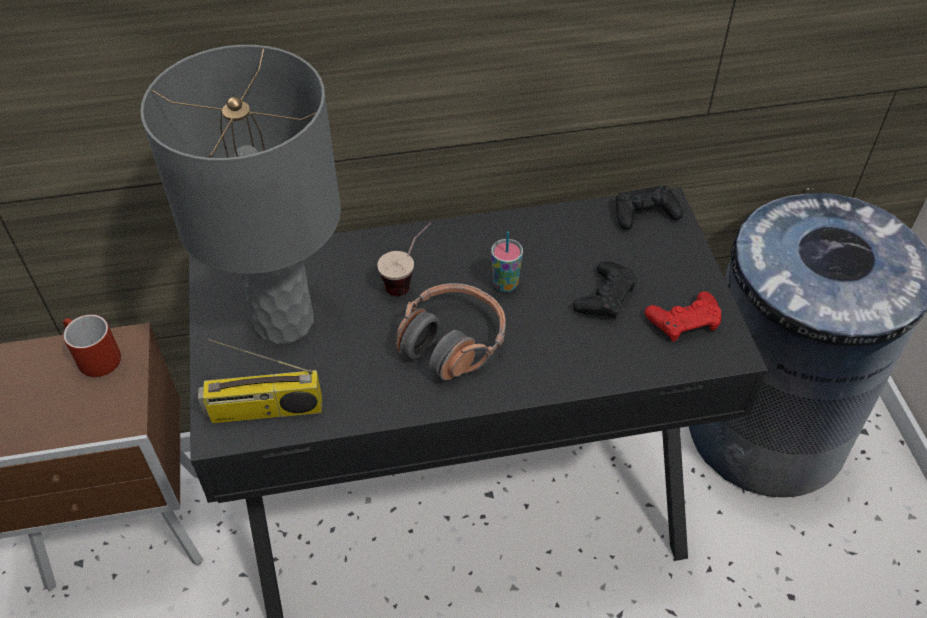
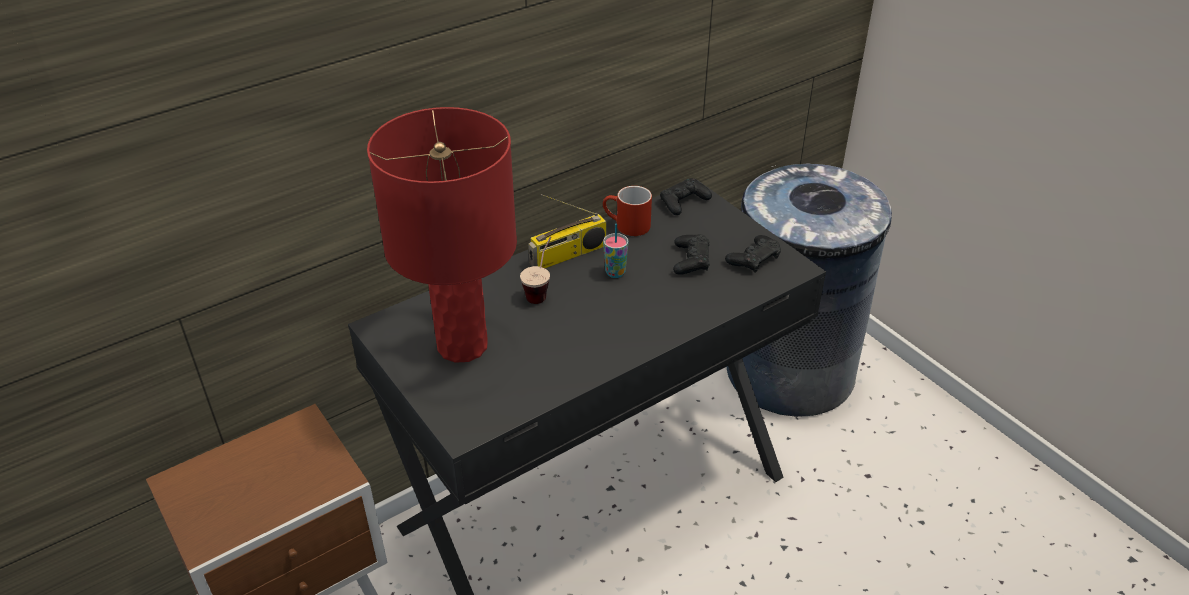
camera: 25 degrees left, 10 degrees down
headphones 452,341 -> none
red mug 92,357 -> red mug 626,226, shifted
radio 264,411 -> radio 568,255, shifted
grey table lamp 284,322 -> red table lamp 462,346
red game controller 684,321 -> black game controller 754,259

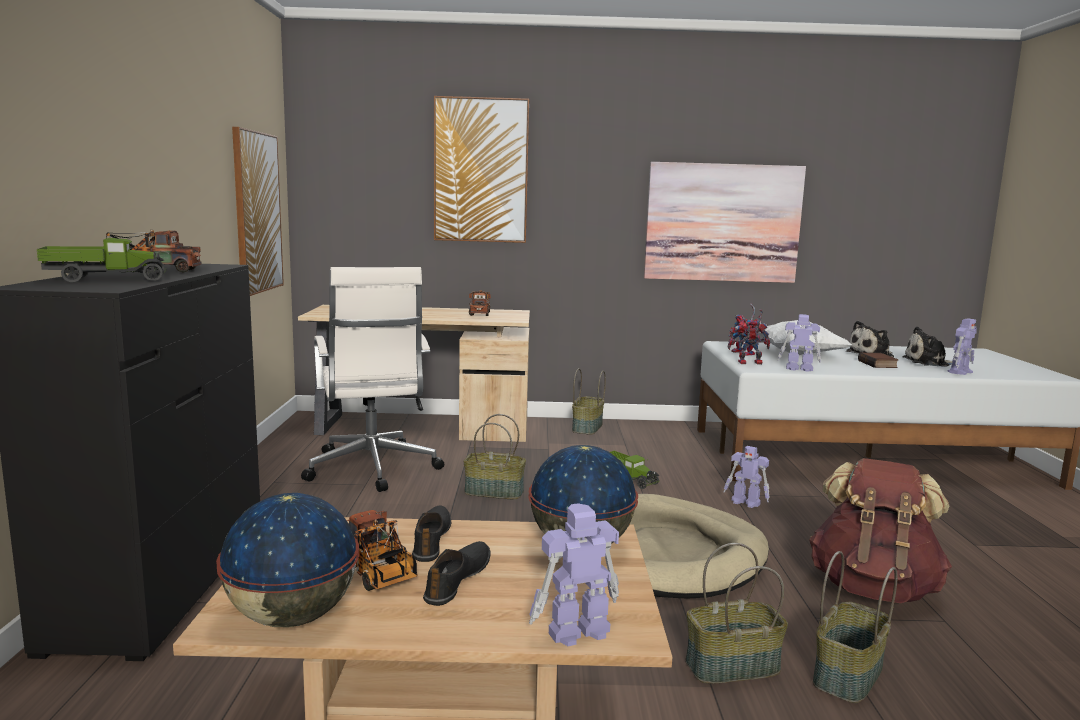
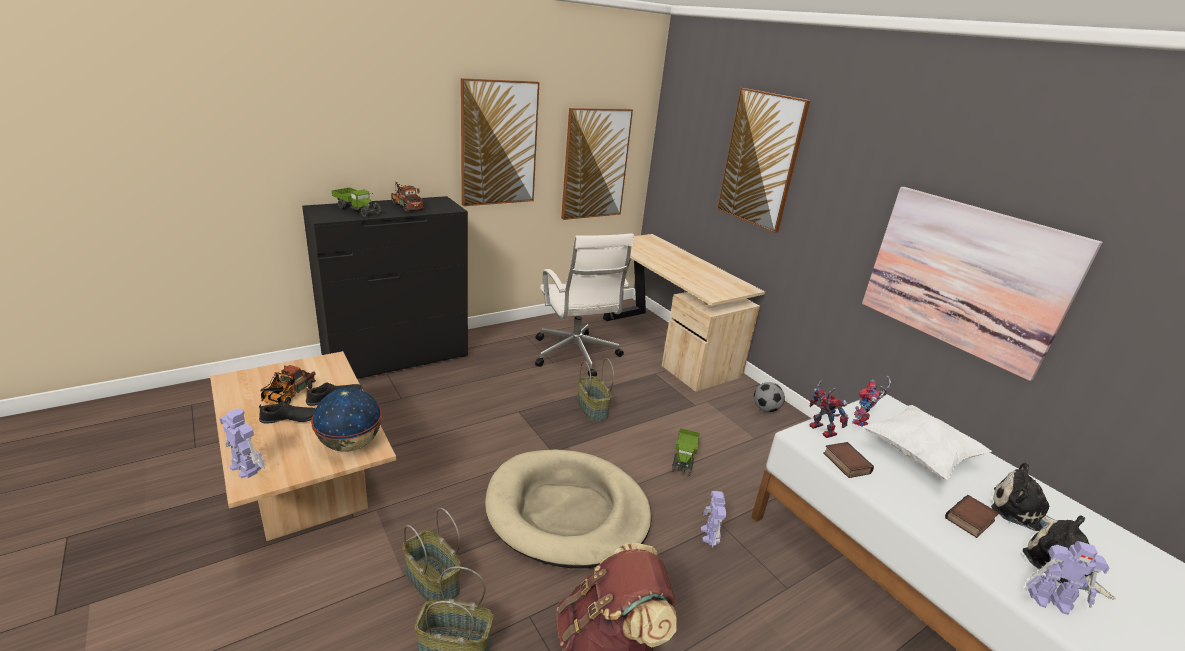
camera: 55 degrees right, 15 degrees up
globe 293,618 -> none
toy truck 480,313 -> none
none -> picture 498,143
basket 588,428 -> football 765,409
toy robot 798,369 -> book 845,463
white office chair 372,469 -> white office chair 576,355, 60 degrees counterclockwise

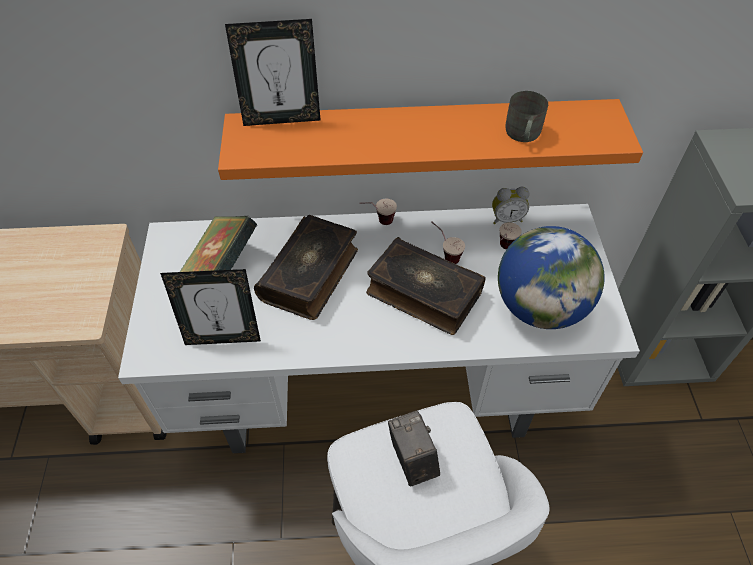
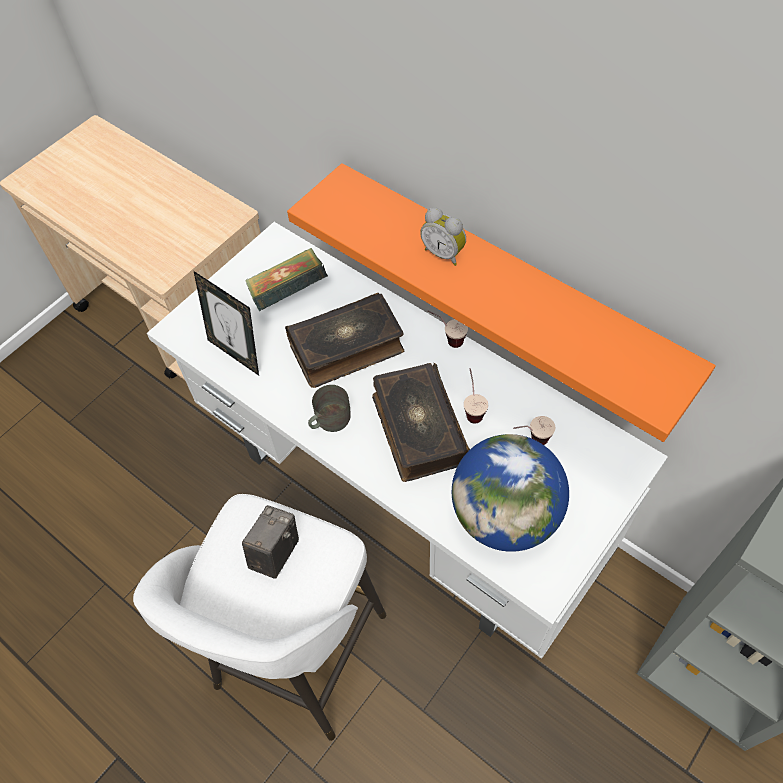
camera: 45 degrees right, 5 degrees up
picture frame 282,119 -> none
alarm clock 506,219 -> alarm clock 444,253, shifted
grey mug 522,134 -> grey mug 329,420, shifted

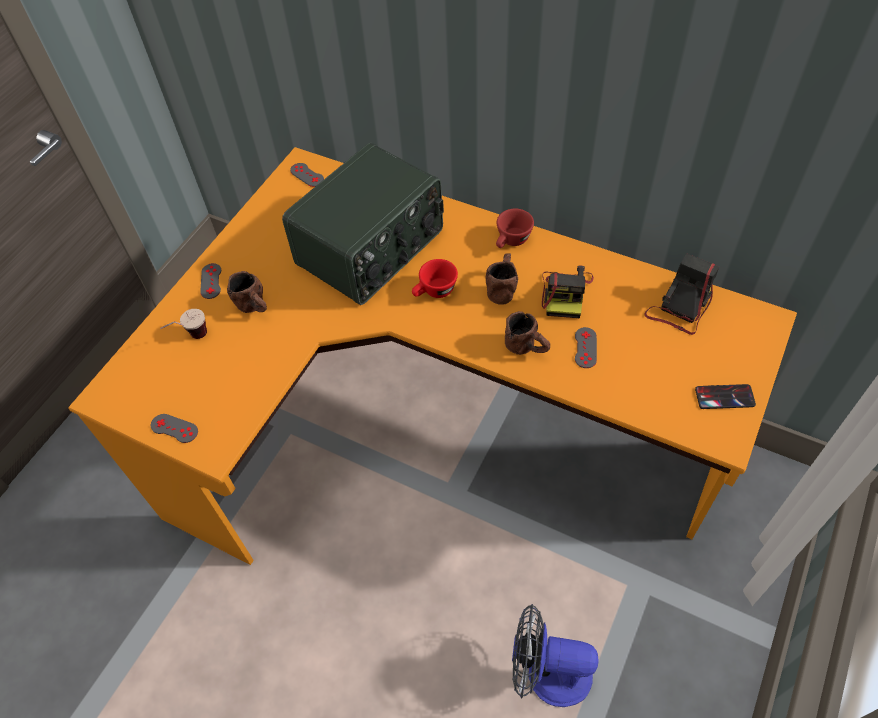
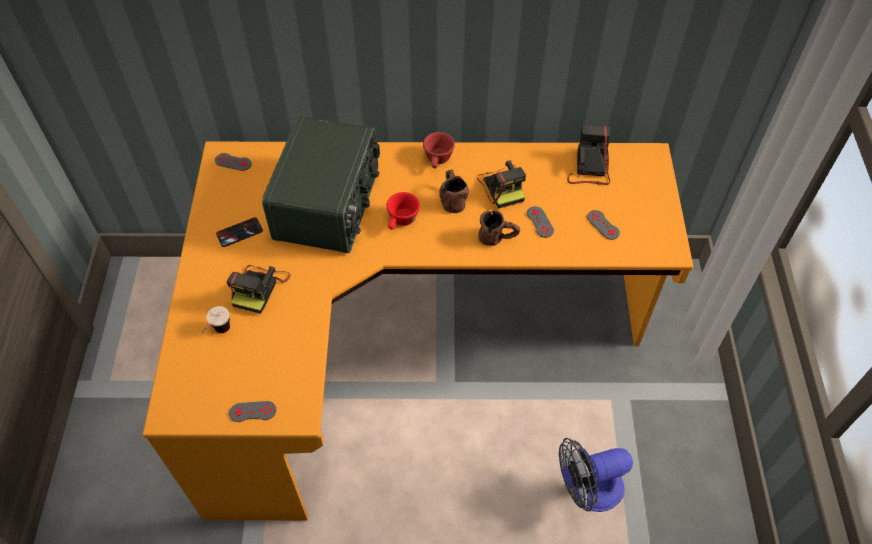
camera: 30 degrees left, 0 degrees up
grey game controller 211,281 -> grey game controller 603,225, shifted
phone 724,397 -> phone 239,232, shifted
brown mug 255,308 -> photo camera 259,288

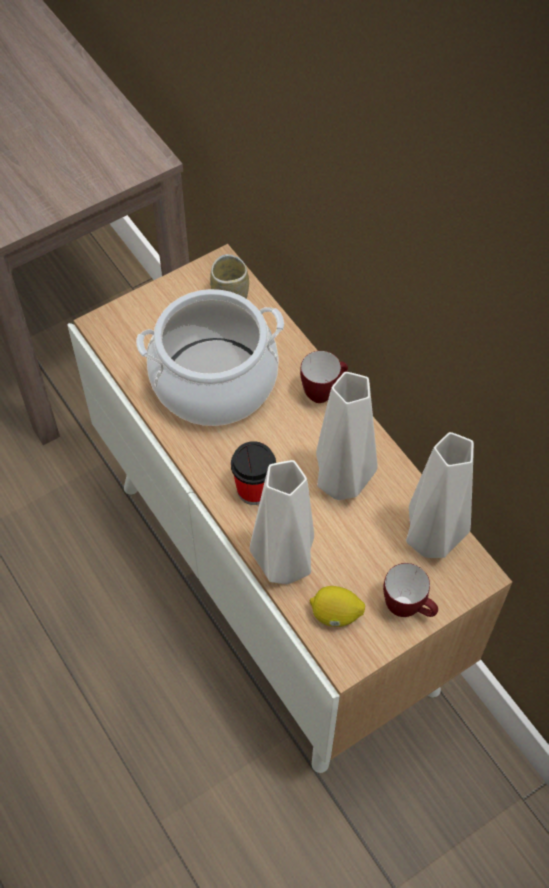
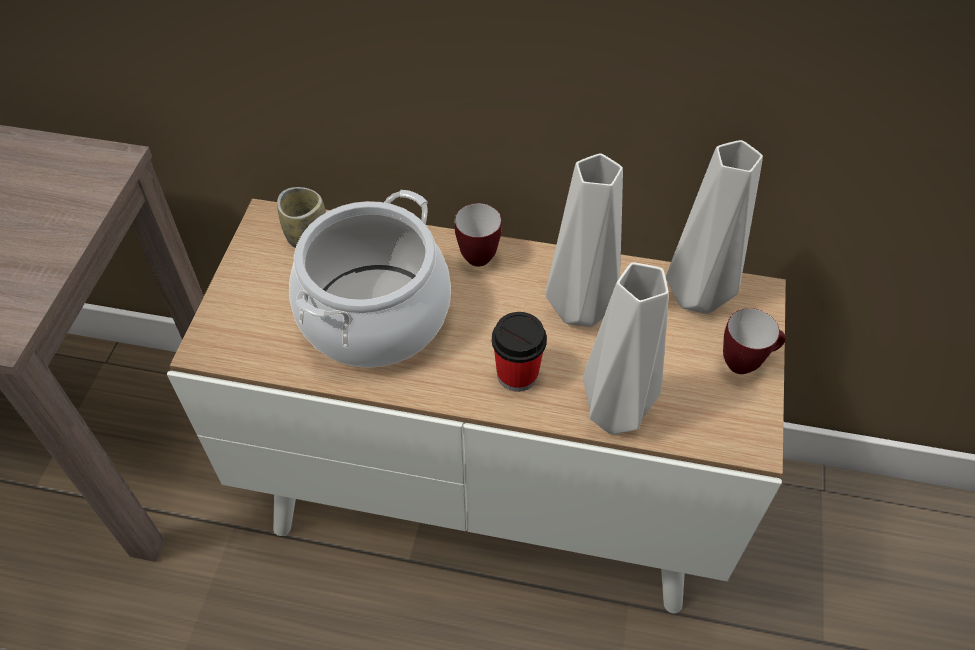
camera: 45 degrees left, 5 degrees down
lemon 335,615 -> none

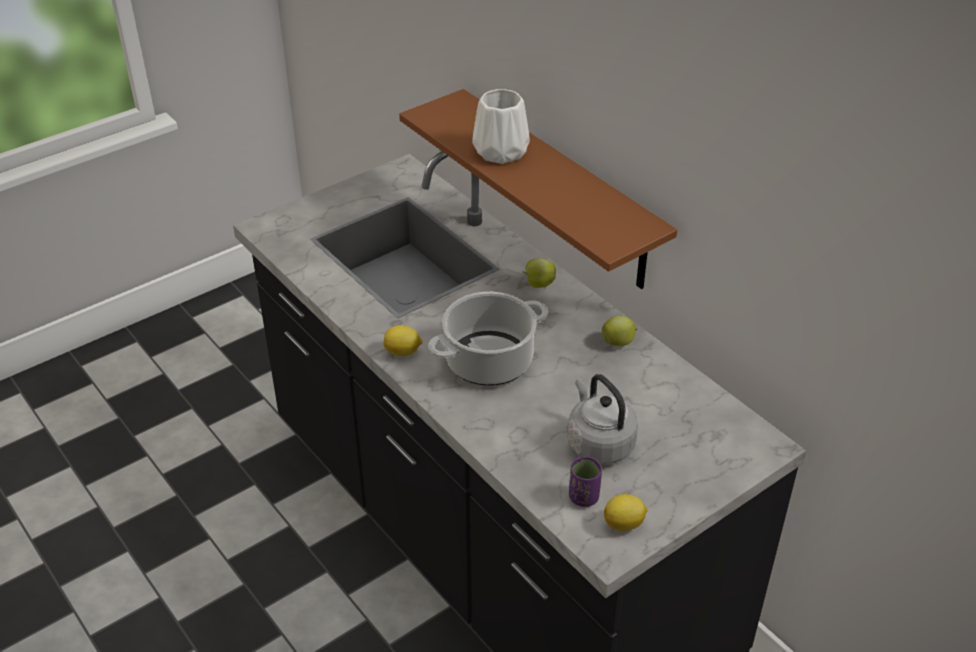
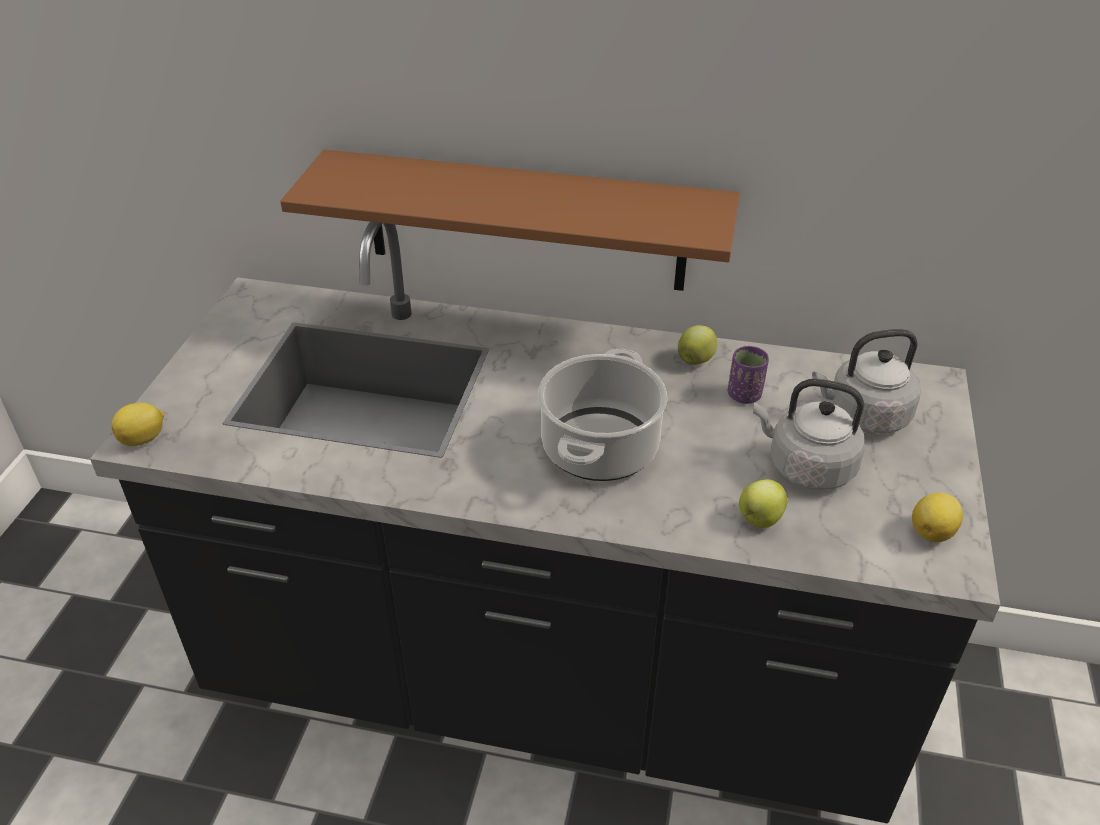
camera: 40 degrees left, 0 degrees up
white vase 502,152 -> none
none -> grey kettle 863,416
lemon 403,352 -> lemon 144,439, shifted
apple 538,284 -> apple 759,519, shifted
purple cup 583,497 -> purple cup 744,395, shifted

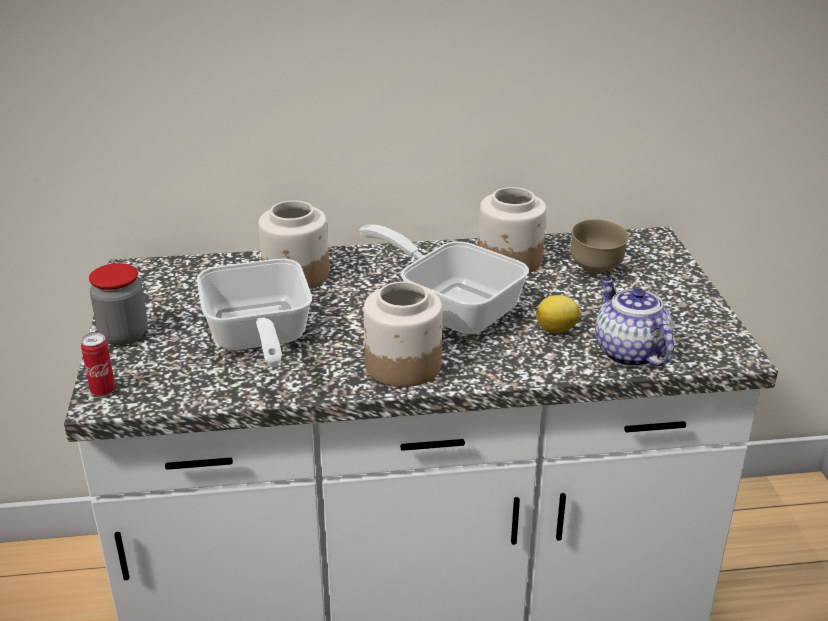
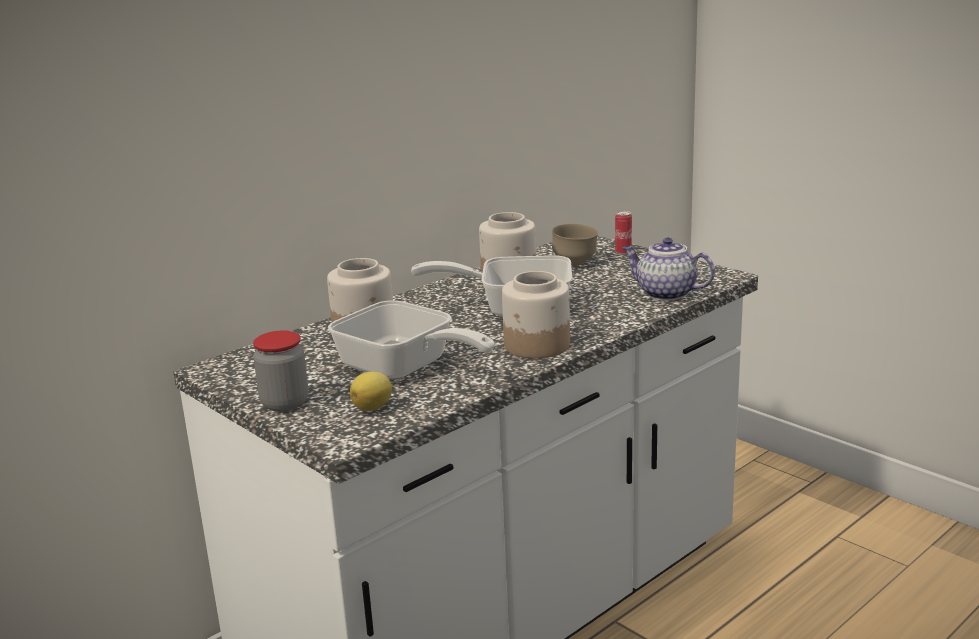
camera: 35 degrees left, 10 degrees down
can 103,391 -> can 623,253, shifted
lemon 557,330 -> lemon 373,408, shifted

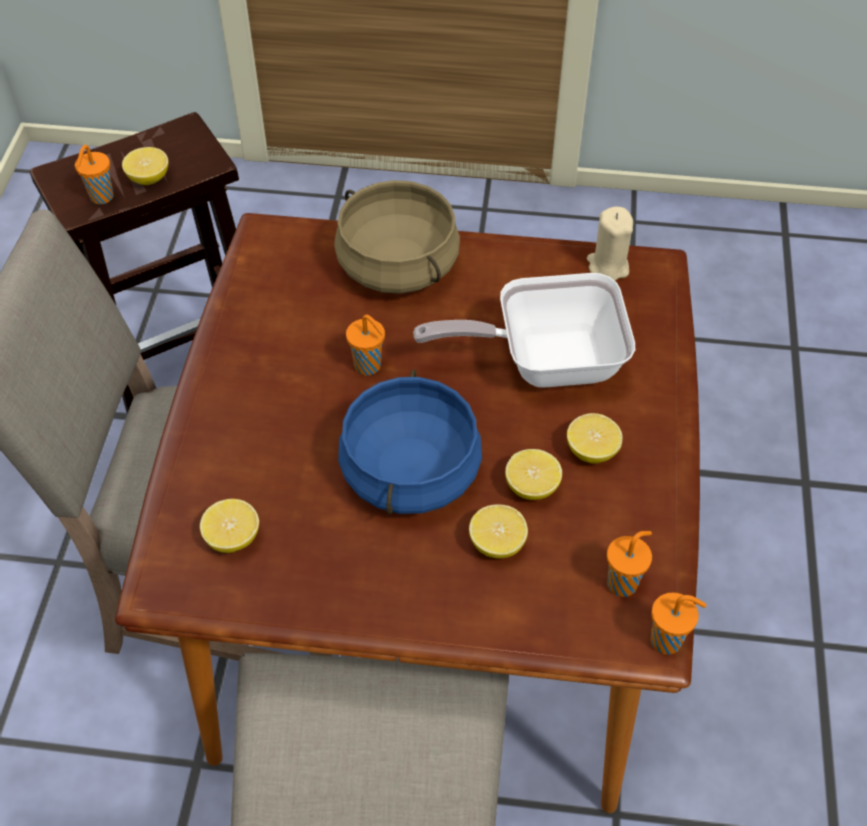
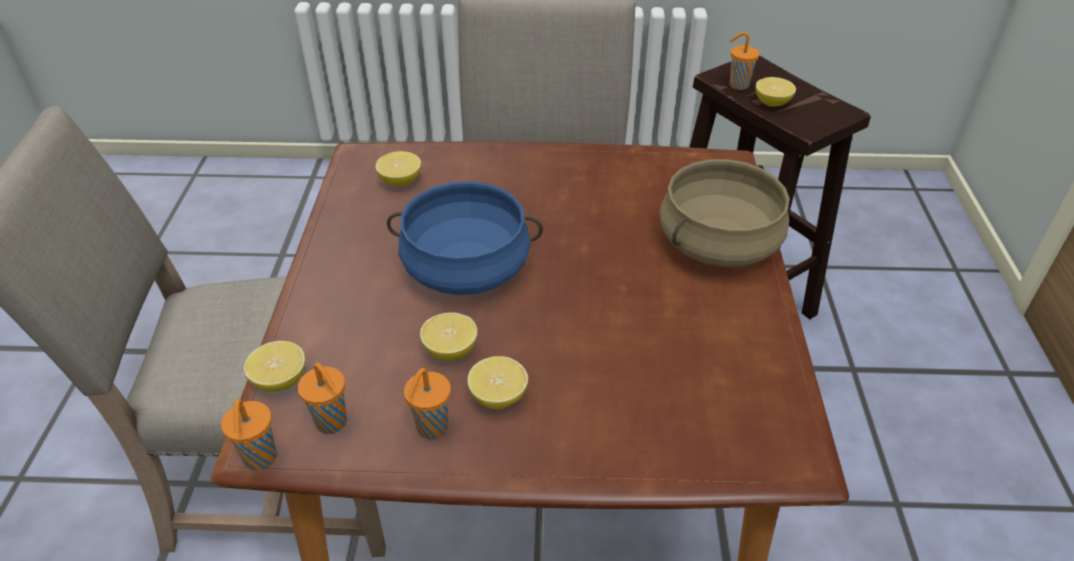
camera: 85 degrees right, 10 degrees down
frying pan 544,361 -> none
beige candle 607,266 -> none
orange cup 369,367 -> orange cup 431,429, shifted
lemon 497,543 -> lemon 280,380, shifted

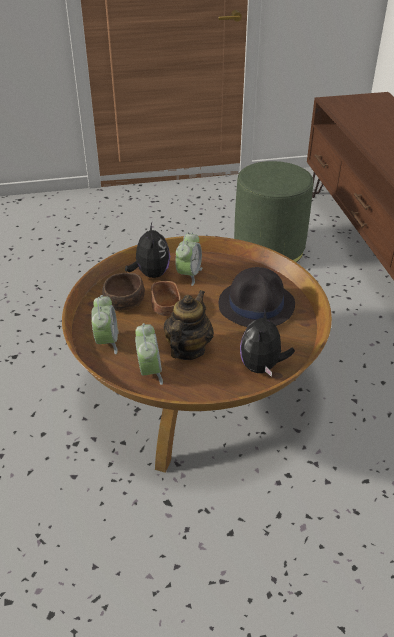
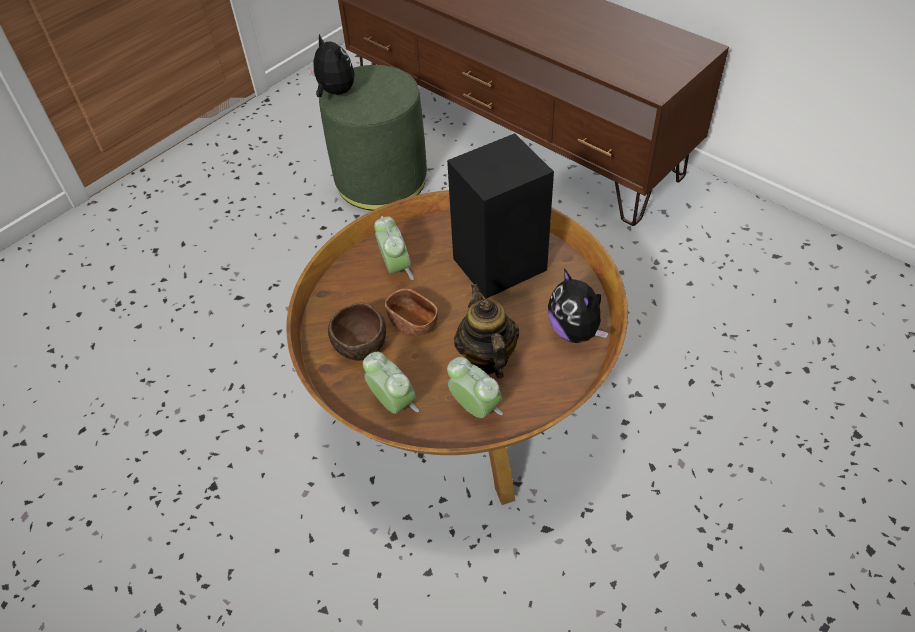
camera: 35 degrees left, 10 degrees up
plush toy 151,274 -> plush toy 334,92, shifted
black hat 257,304 -> black speaker 501,263

